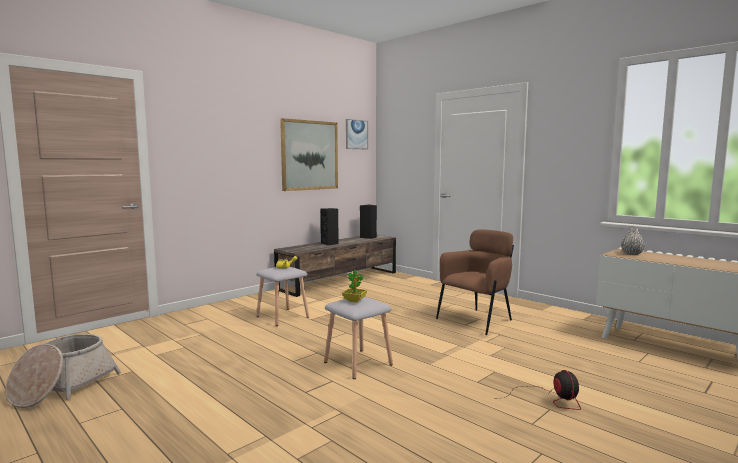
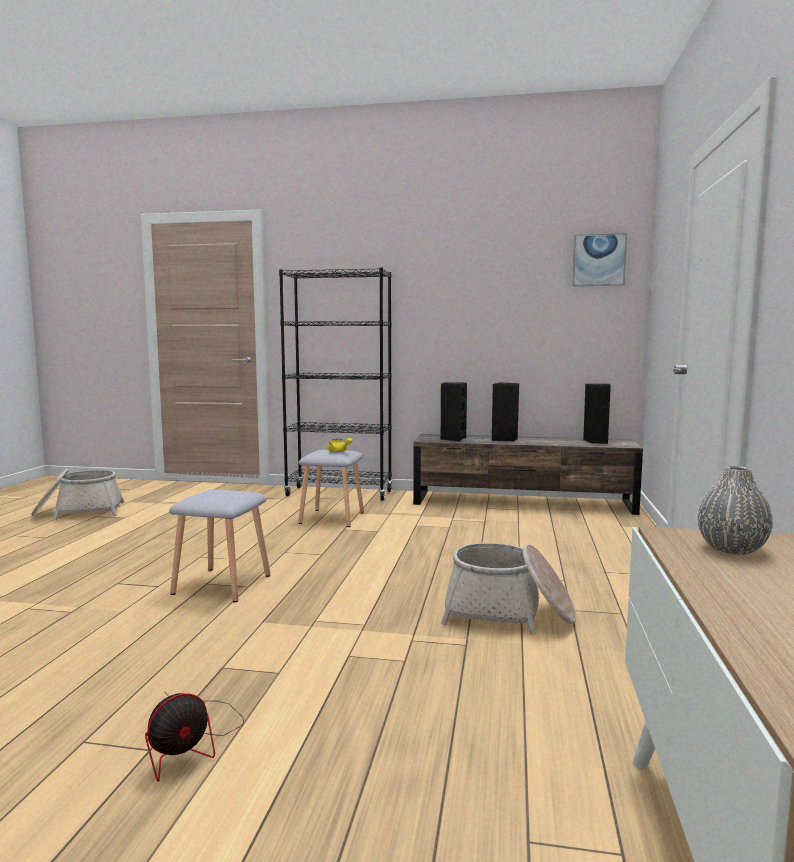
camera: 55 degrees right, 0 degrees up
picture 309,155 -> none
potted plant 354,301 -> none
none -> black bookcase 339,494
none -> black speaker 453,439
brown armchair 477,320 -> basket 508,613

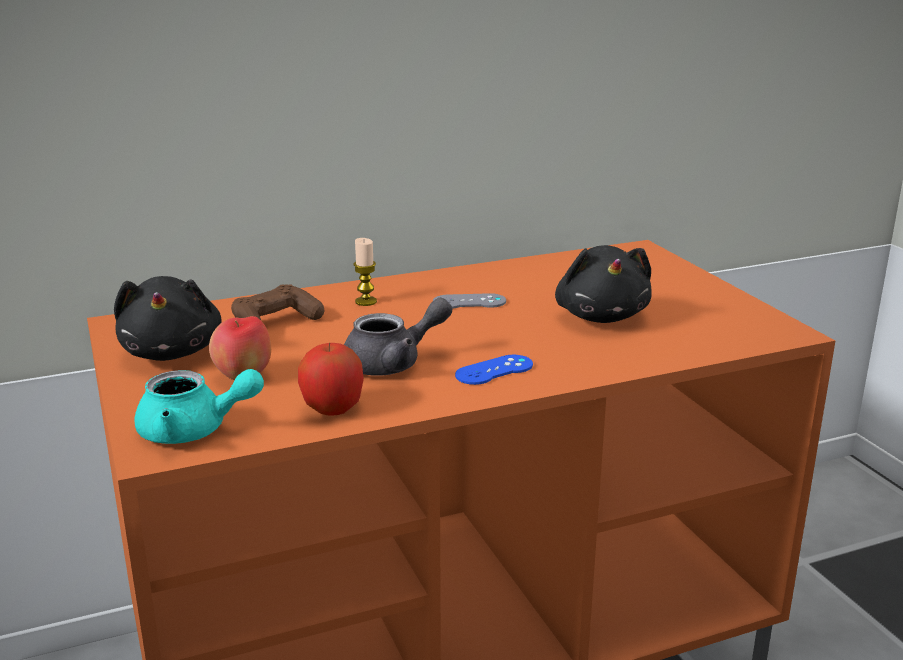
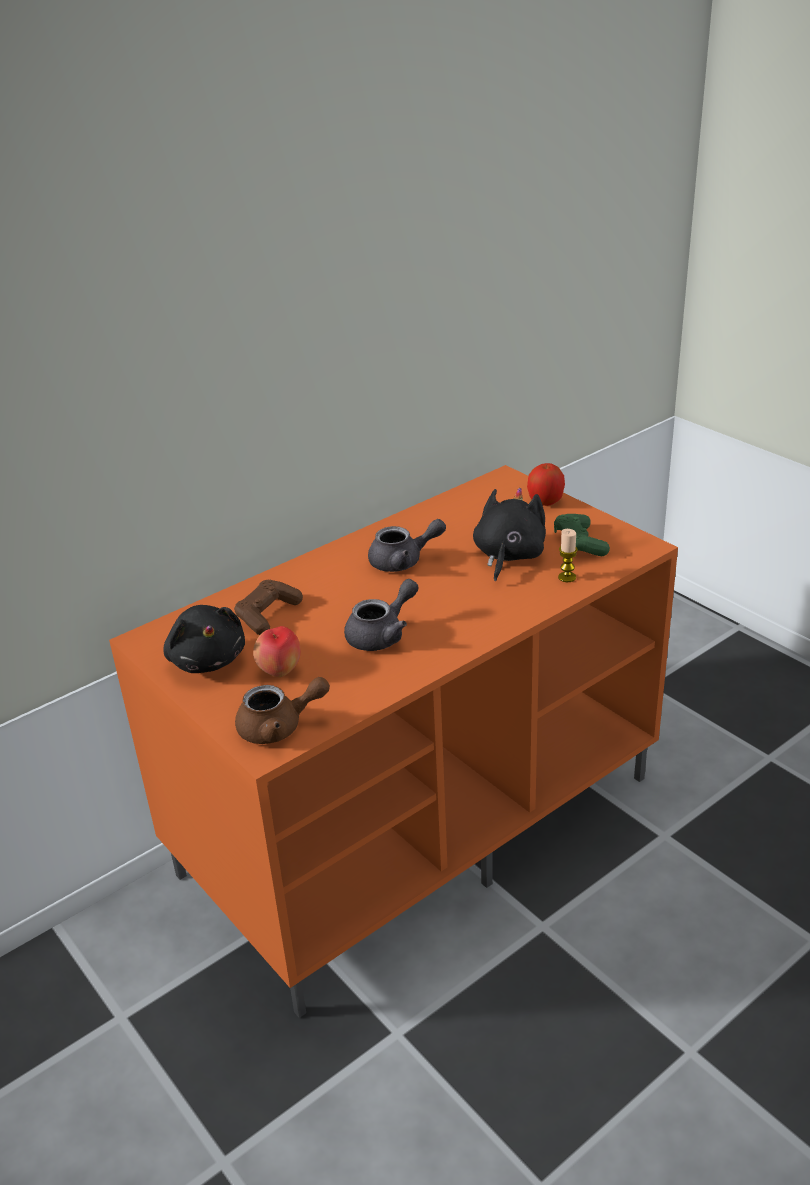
camera: 15 degrees left, 10 degrees up
blue game controller 494,370 -> none
none -> green game controller 579,543
apple 332,408 -> apple 545,501, shifted
candle 366,301 -> candle 567,577, shifted
grey game controller 469,302 -> grey teapot 403,561
turquoise teapot 194,431 -> brown teapot 279,727
black plush toy 601,316 -> black plush toy 508,556, 135 degrees counterclockwise

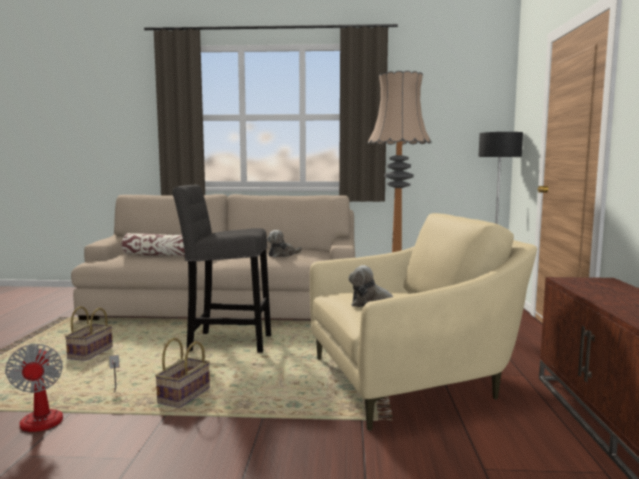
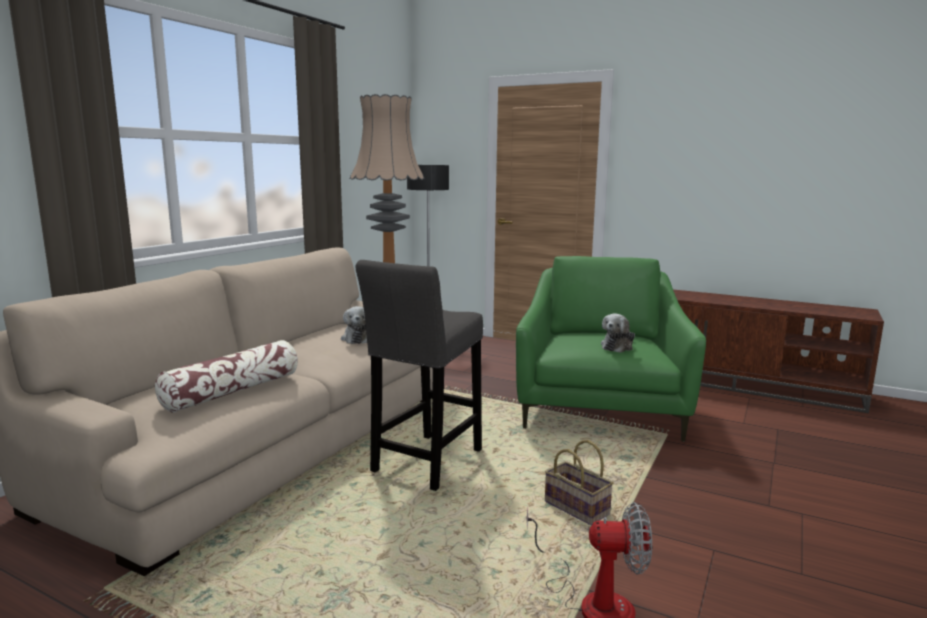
camera: 65 degrees left, 5 degrees up
basket 90,354 -> none
beige armchair 410,381 -> green armchair 599,407

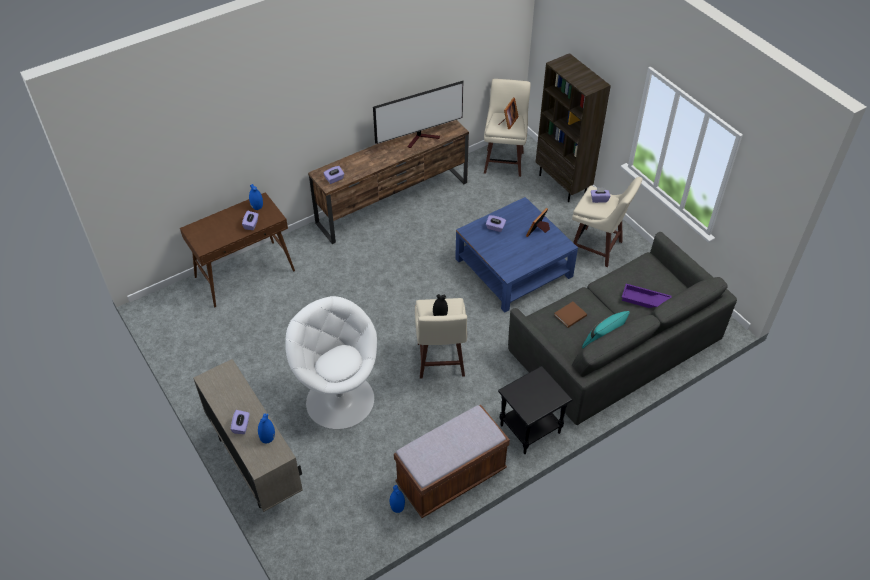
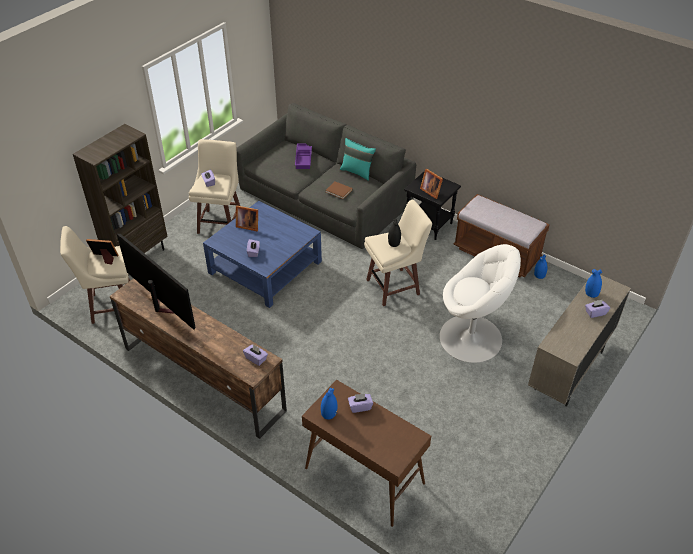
camera: 110 degrees left, 5 degrees down
none -> picture frame 431,191
white armchair 339,399 -> white armchair 471,338, 105 degrees counterclockwise

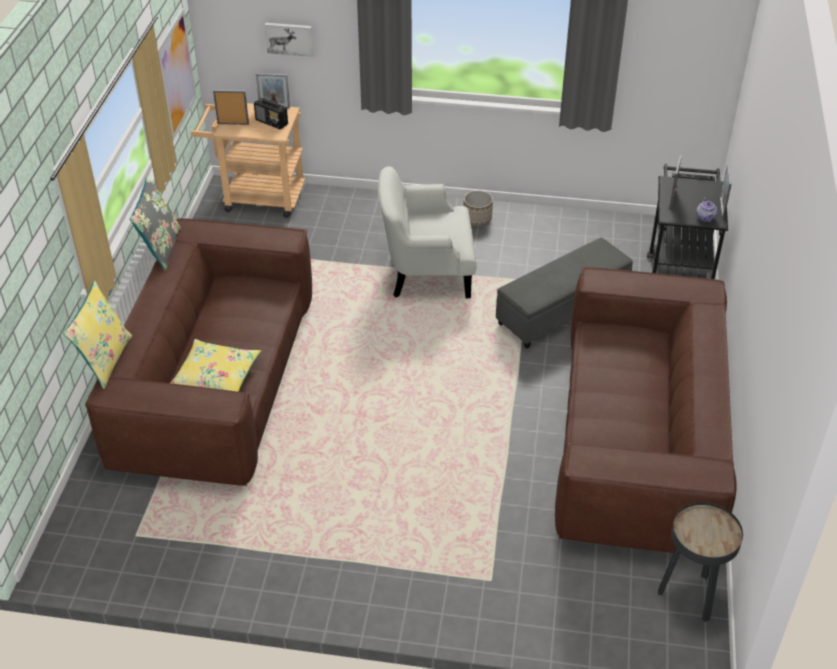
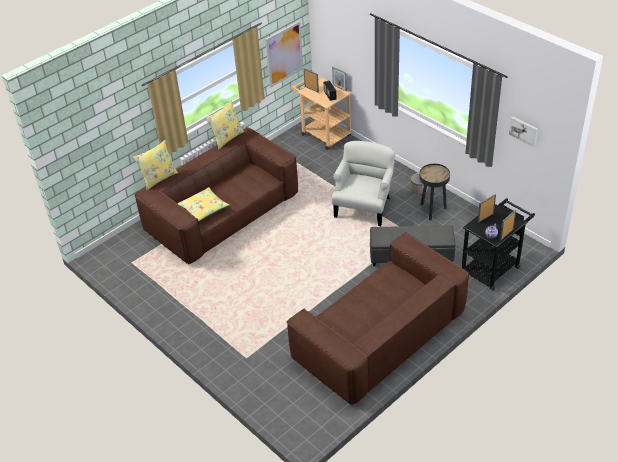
camera: 40 degrees right, 0 degrees up
picture 289,38 -> picture 524,130, shifted
black side table 690,596 -> black side table 432,211, shifted
grey pillow 160,248 -> yellow pillow 227,138
white armchair 426,273 -> white armchair 364,206, 75 degrees clockwise

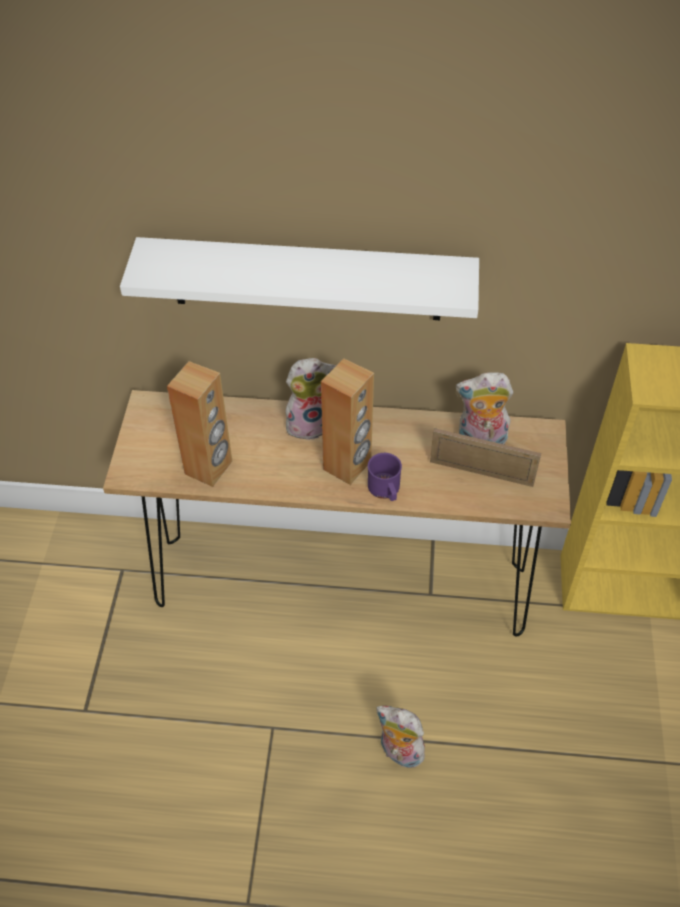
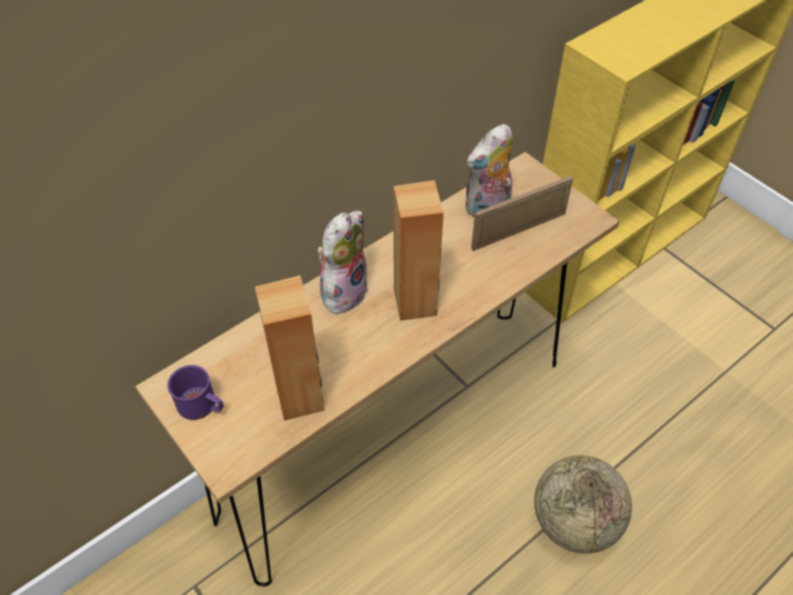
camera: 45 degrees left, 0 degrees up
white shelf 307,279 -> none
purple mug 385,490 -> purple mug 202,406, shifted
plush toy 399,752 -> globe 574,522

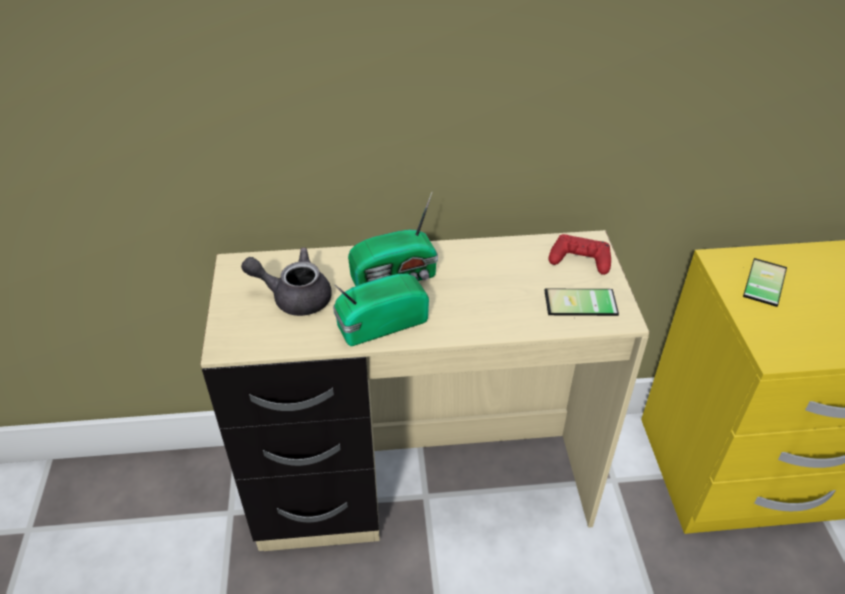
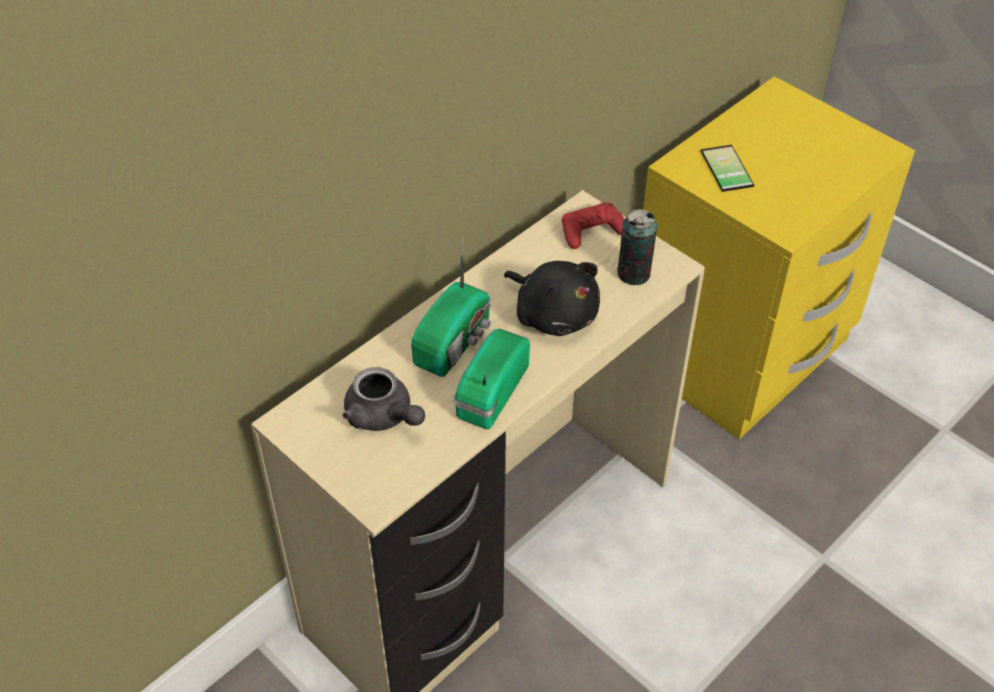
camera: 40 degrees left, 5 degrees up
none -> black plush toy 553,314
phone 581,305 -> can 633,274
grey teapot 294,296 -> grey teapot 383,417, 105 degrees counterclockwise

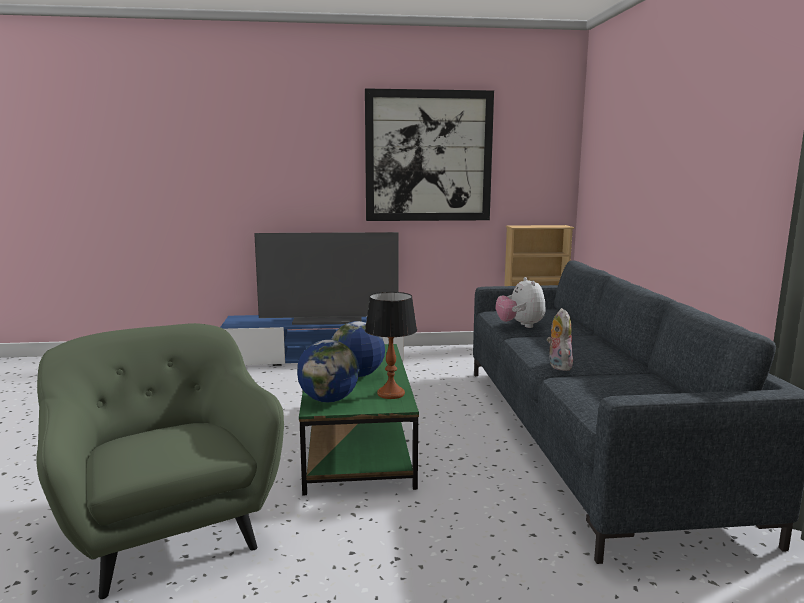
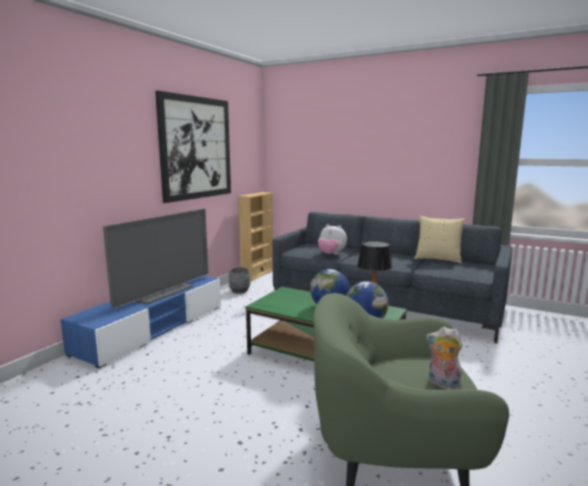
camera: 55 degrees left, 0 degrees up
none -> grey planter 239,291
none -> beige pillow 437,259
plush toy 558,366 -> plush toy 442,384, shifted

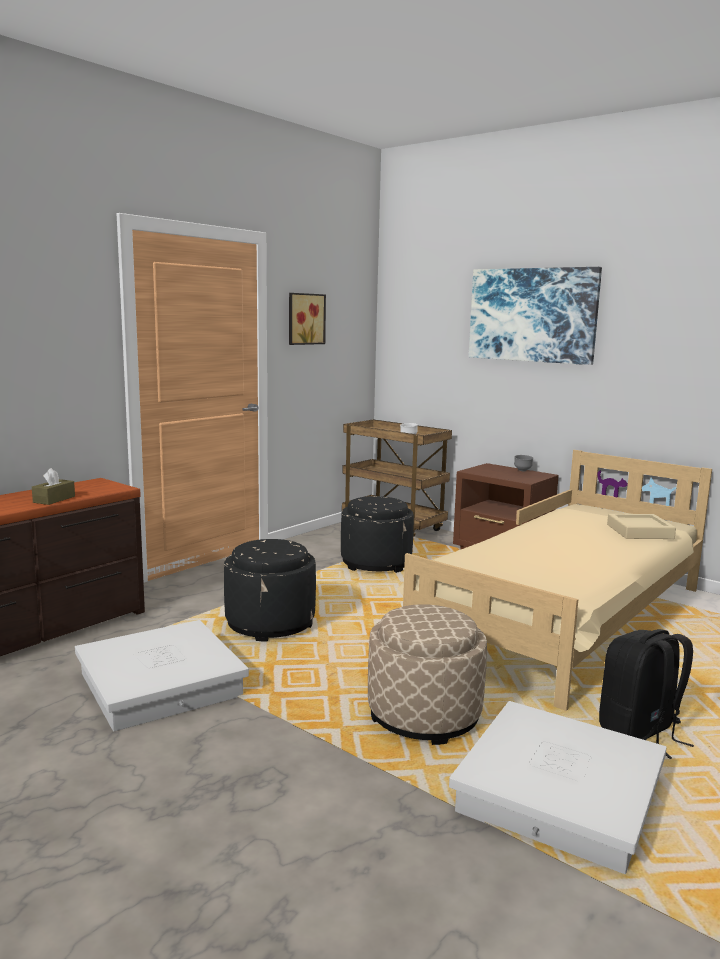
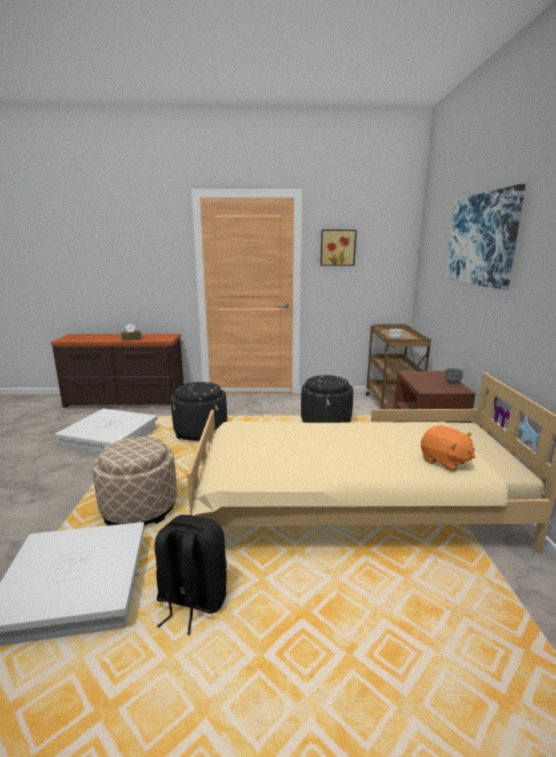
camera: 50 degrees right, 5 degrees up
beige tray 639,531 -> orange plush toy 444,461

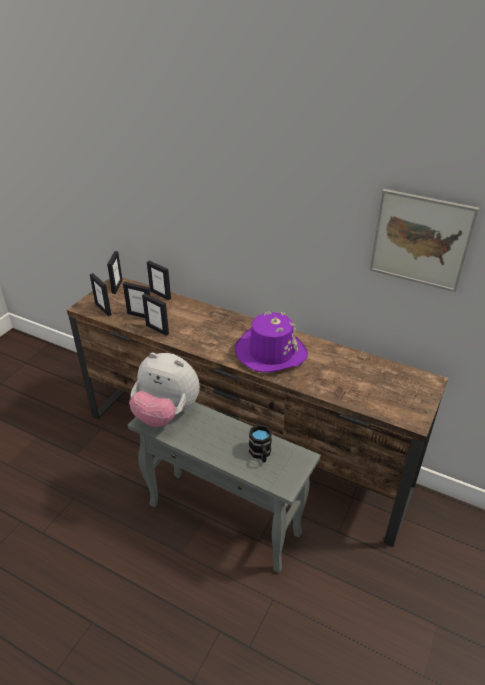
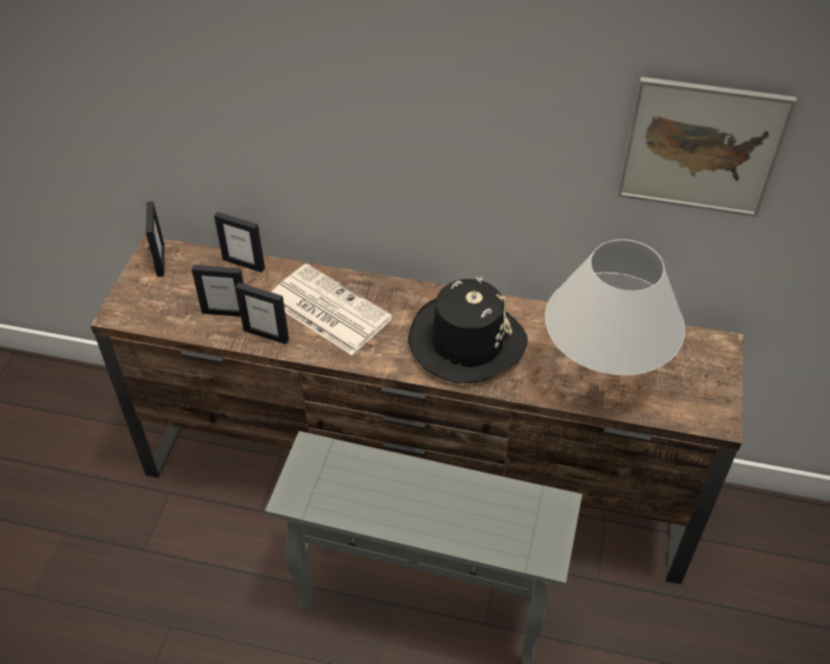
camera: 15 degrees left, 10 degrees up
picture frame 103,309 -> none
plush toy 166,413 -> none
black mug 261,454 -> none
none -> newspaper 326,309
none -> white table lamp 603,369
purple hat 270,352 -> black hat 466,341

